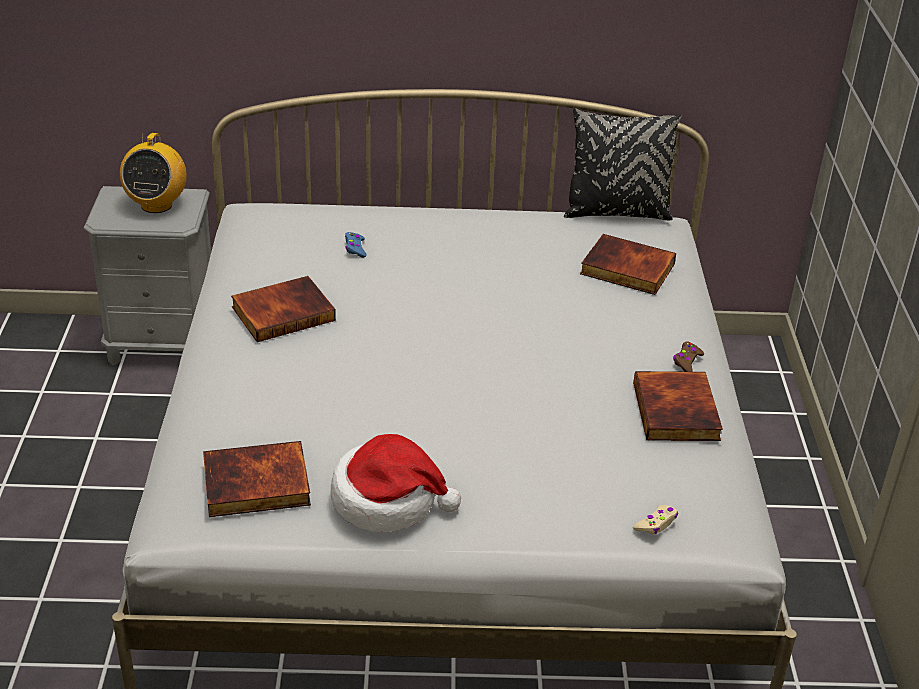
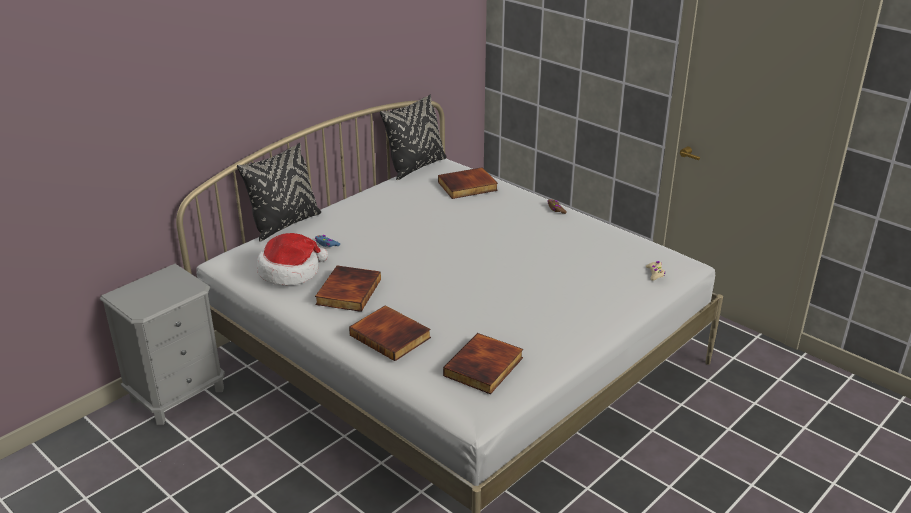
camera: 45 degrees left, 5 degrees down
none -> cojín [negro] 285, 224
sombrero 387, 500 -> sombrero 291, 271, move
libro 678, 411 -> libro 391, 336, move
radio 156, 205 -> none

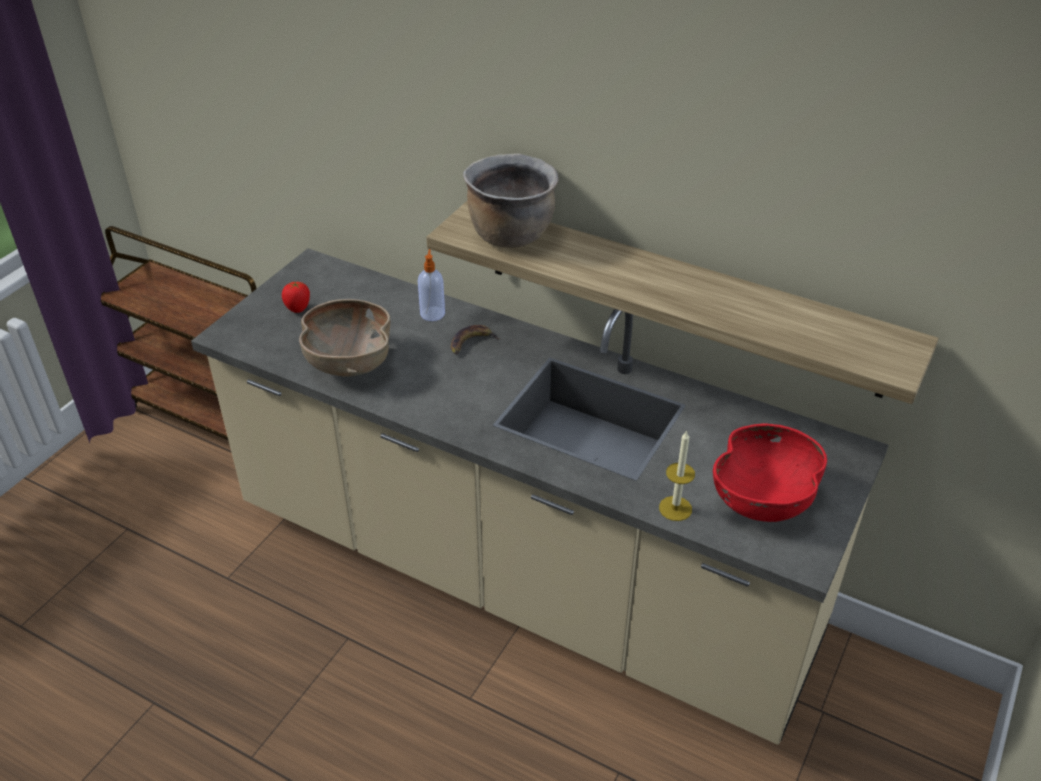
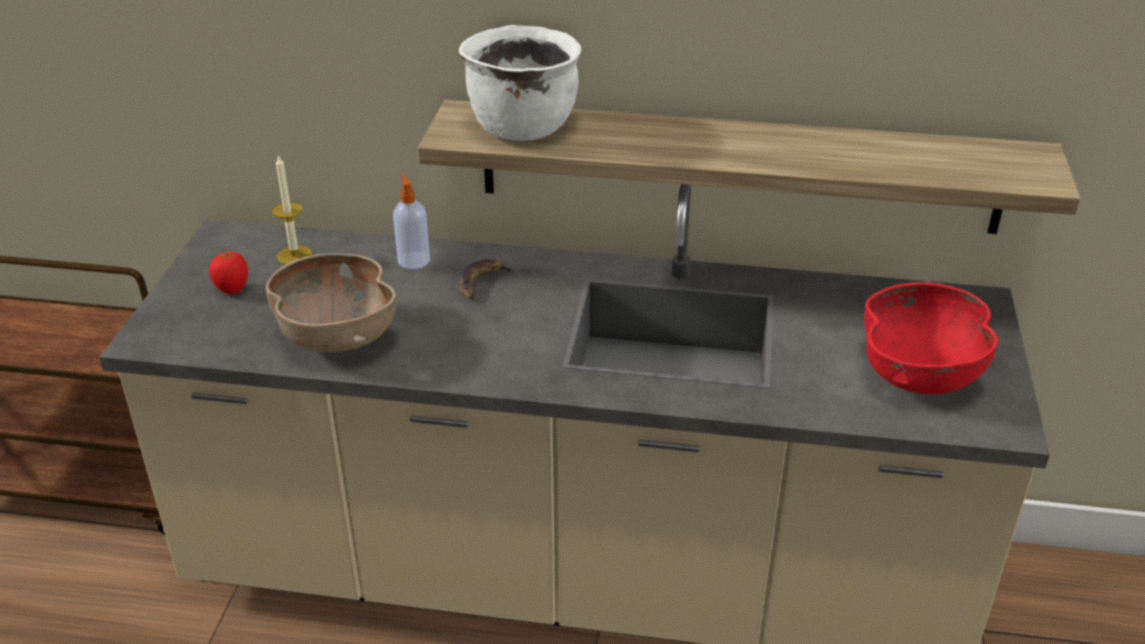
camera: 20 degrees left, 5 degrees down
vela 675, 508 -> vela 294, 255, move
olla [marrón] 510, 234 -> olla [blanco] 522, 127

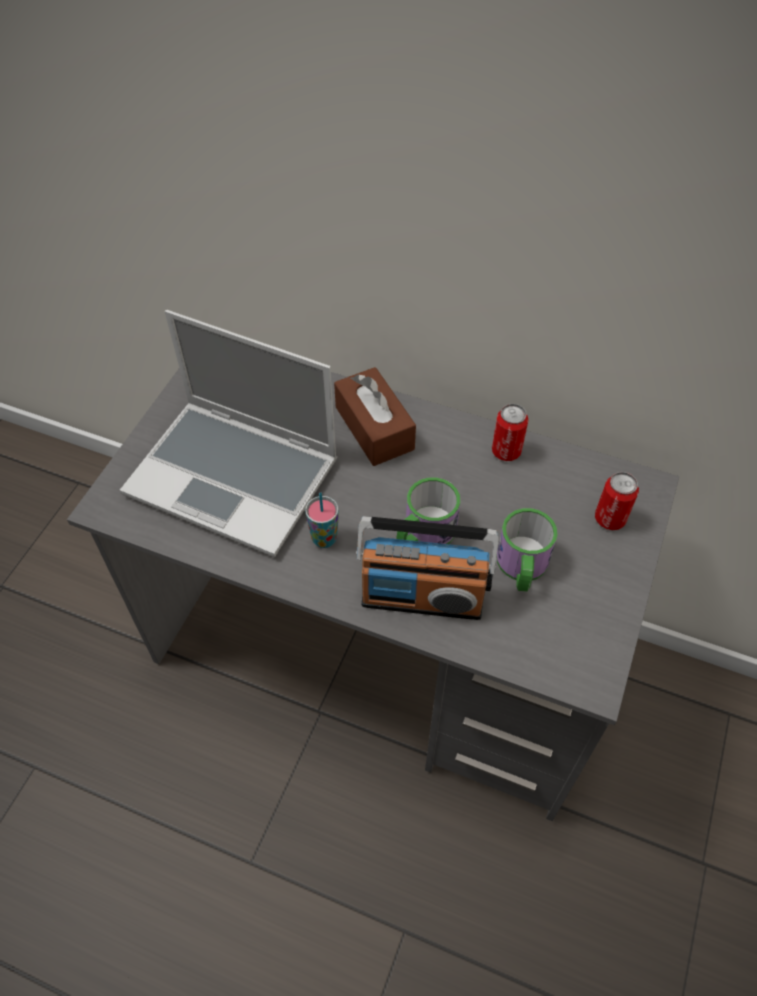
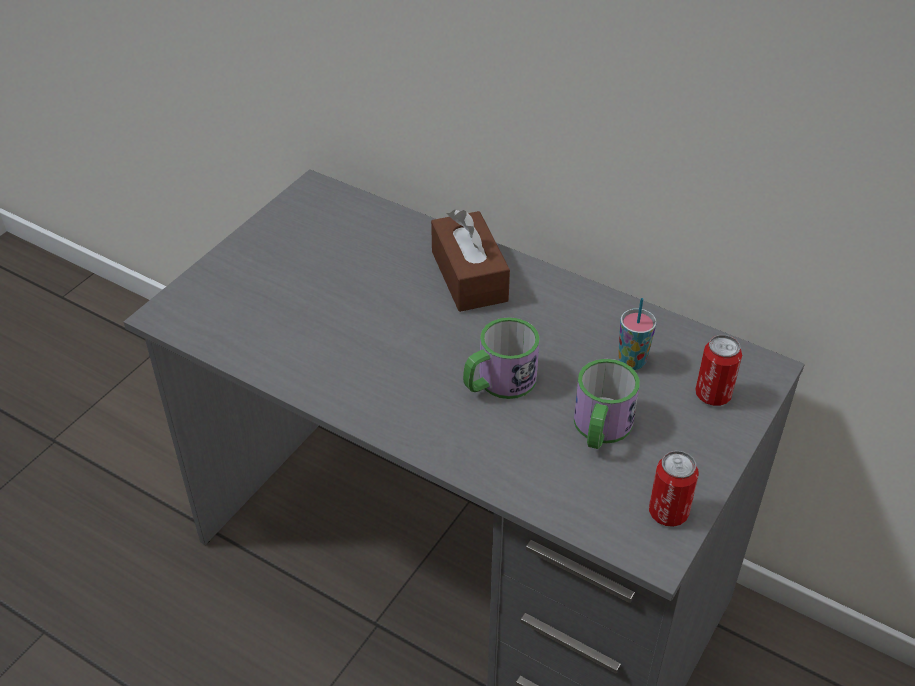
camera: 10 degrees right, 10 degrees down
taza 324, 538 -> taza 632, 361, move
lata 506, 451 -> lata 668, 513, move
portátil 236, 477 -> none
radio 422, 598 -> none

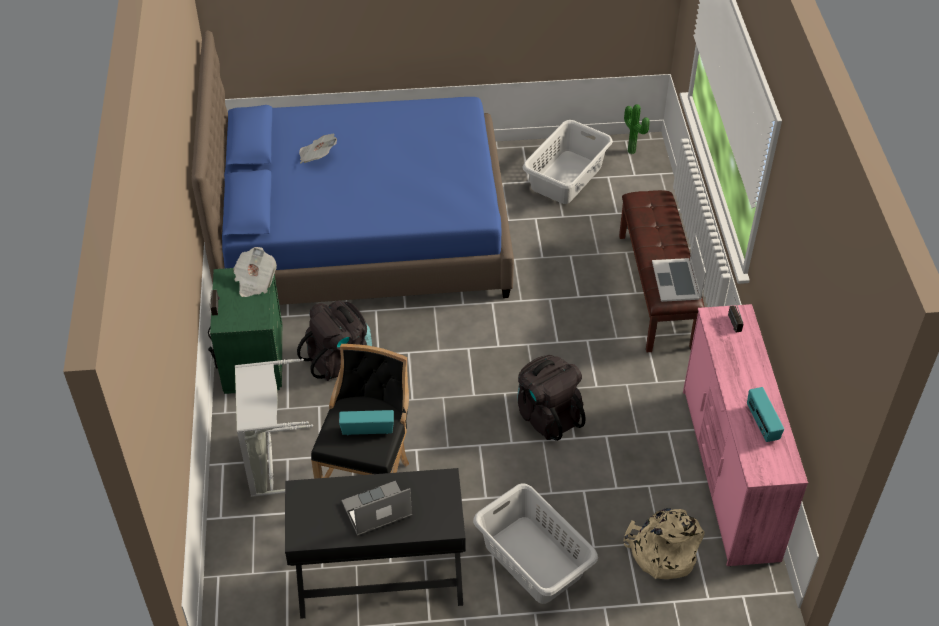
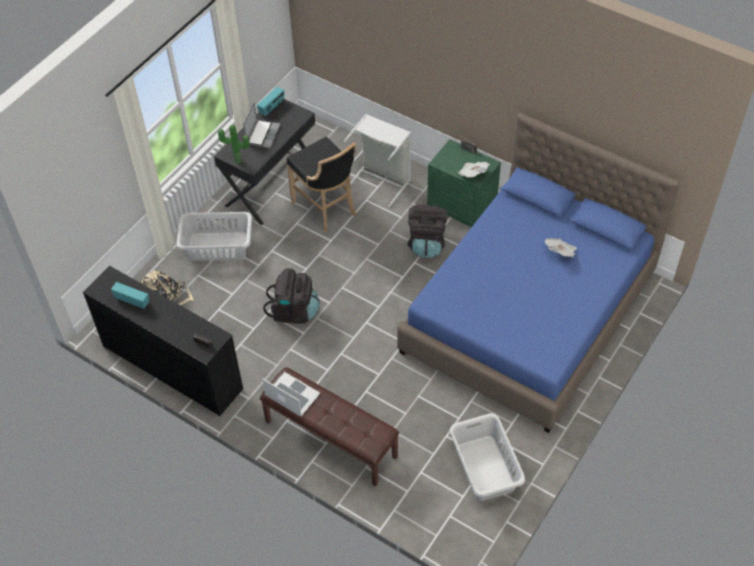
camera: 130 degrees right, 5 degrees up
cómoda [rosa] 728, 473 -> cómoda [negro] 172, 366
planta en maceta 632, 150 -> planta en maceta 237, 162, move
radio 367, 430 -> radio 272, 107, move

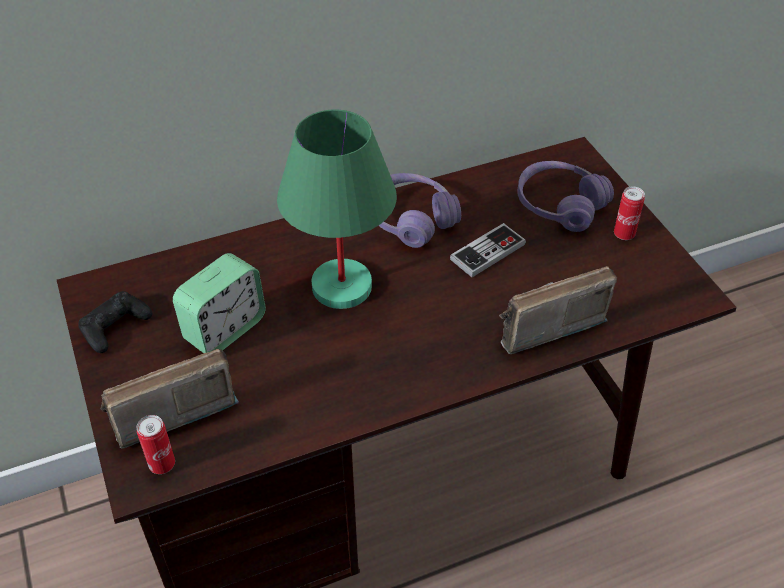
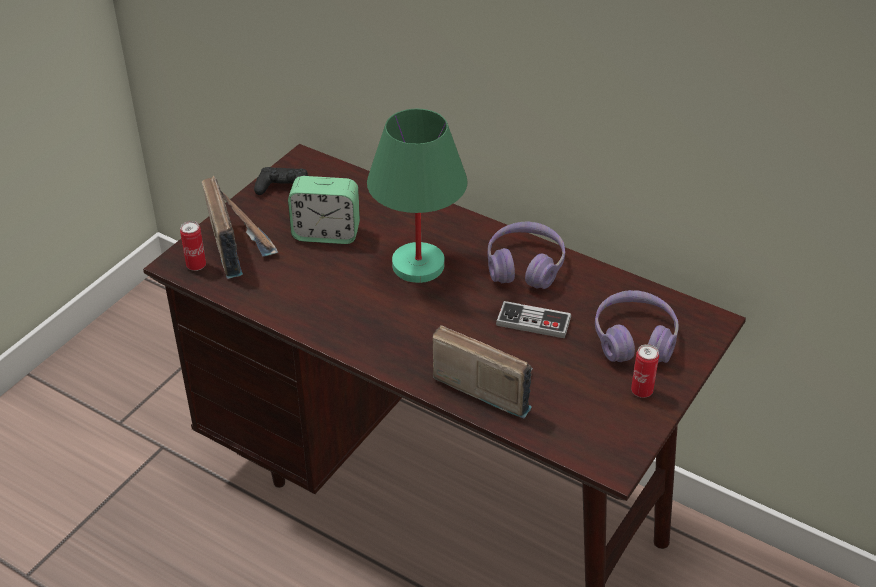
camera: 55 degrees right, 5 degrees down
radio 168, 410 -> radio 239, 245, 45 degrees clockwise

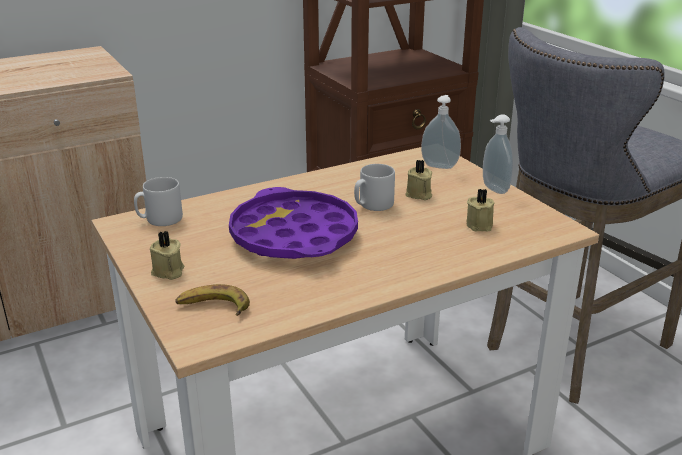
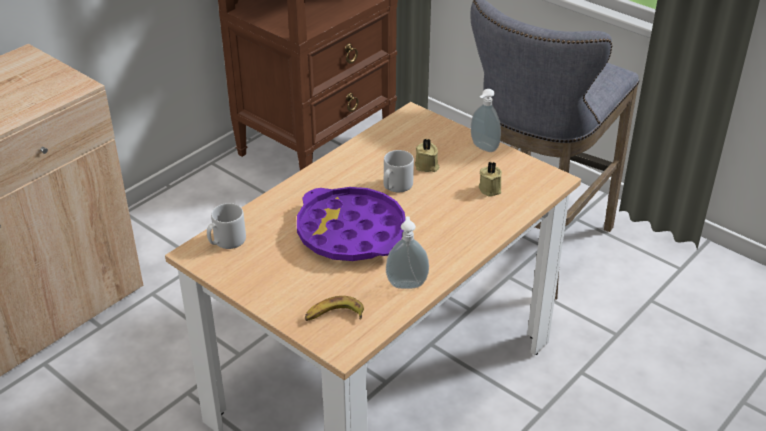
camera: 20 degrees left, 10 degrees up
dispensador de jabón 440, 165 -> dispensador de jabón 406, 283, move
vela [beis] 168, 272 -> none

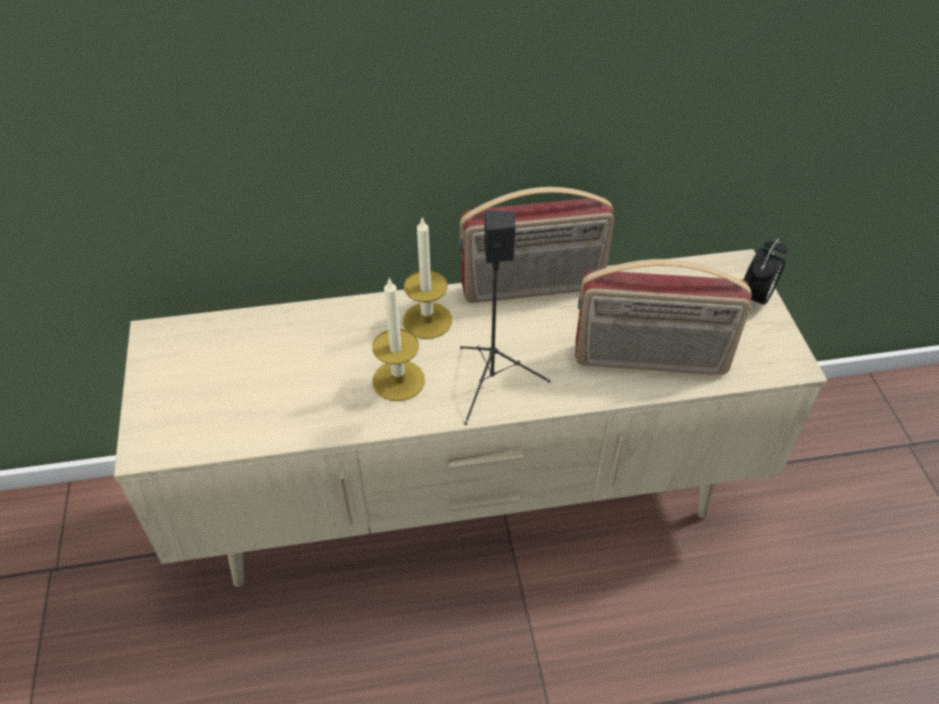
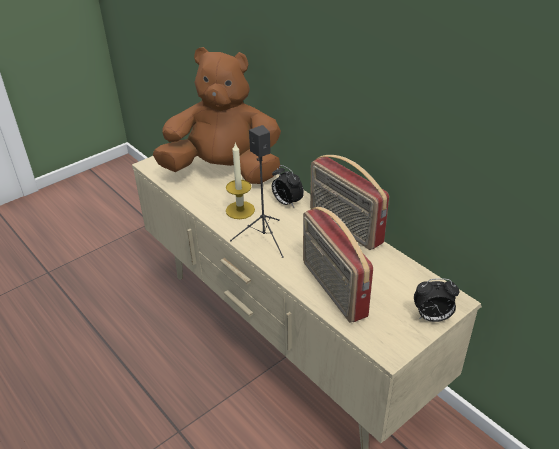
camera: 60 degrees right, 10 degrees down
none -> peluche [marrón] 224, 171
vela 427, 320 -> despertador 286, 203

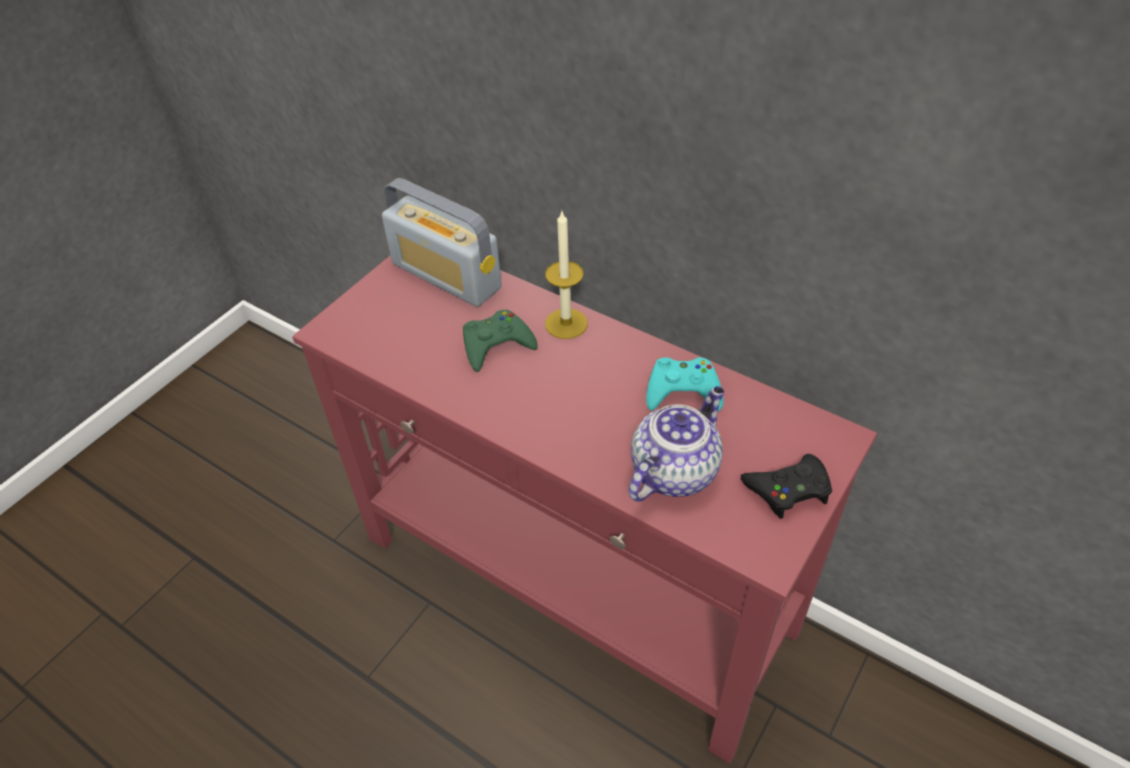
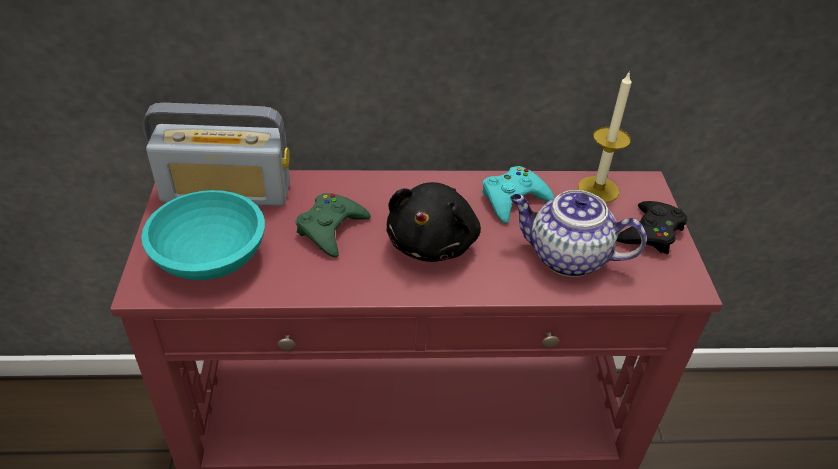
camera: 40 degrees left, 5 degrees down
none -> cuenco [turquesa] 208, 258
none -> peluche [negro] 433, 242
tetera 674, 470 -> tetera 566, 257, 75 degrees counterclockwise
vela 566, 323 -> vela 598, 189, move

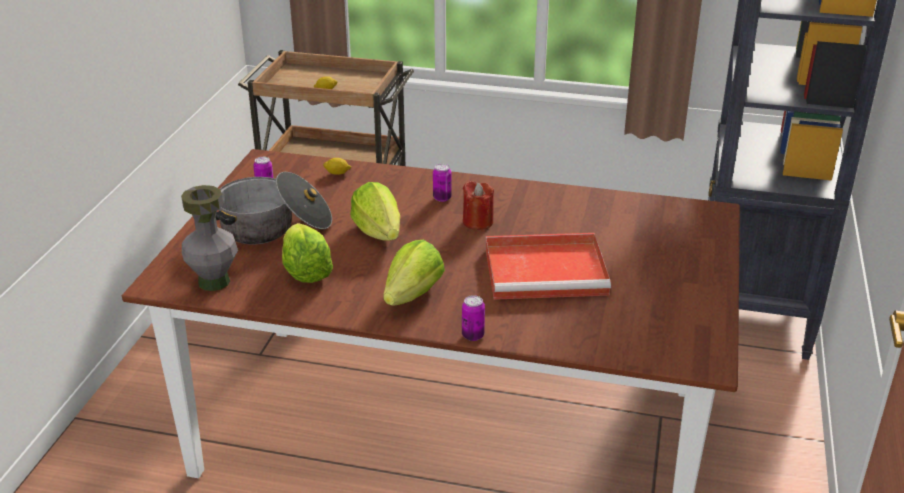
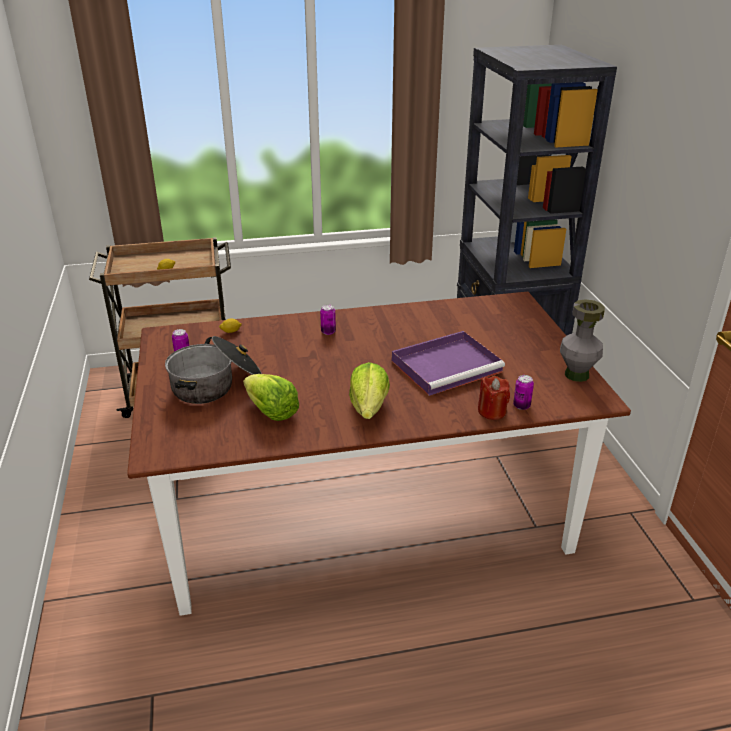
camera: 25 degrees left, 0 degrees up
bandeja [rojo] 548, 270 -> bandeja [morado] 448, 365
vela [rojo] 478, 222 -> vela [rojo] 492, 411, move
lata 473, 336 -> lata 521, 406, move
florero [gris] 214, 282 -> florero [gris] 577, 375, move
lechuga 379, 232 -> none

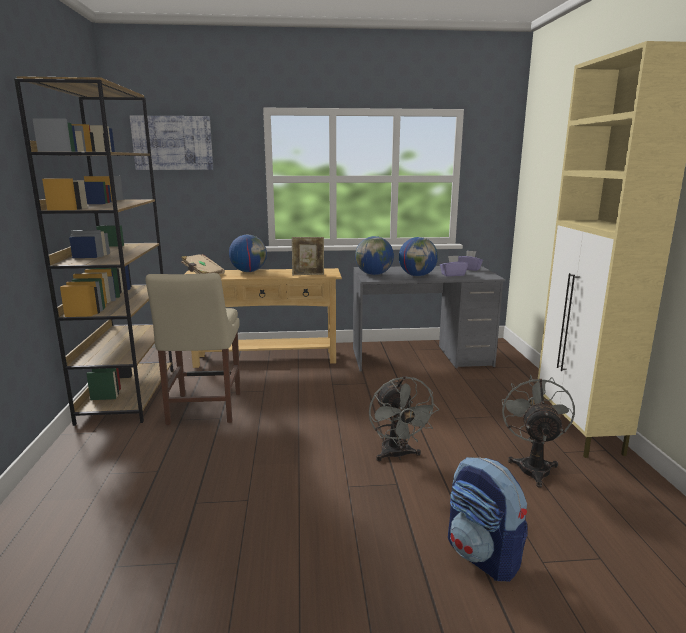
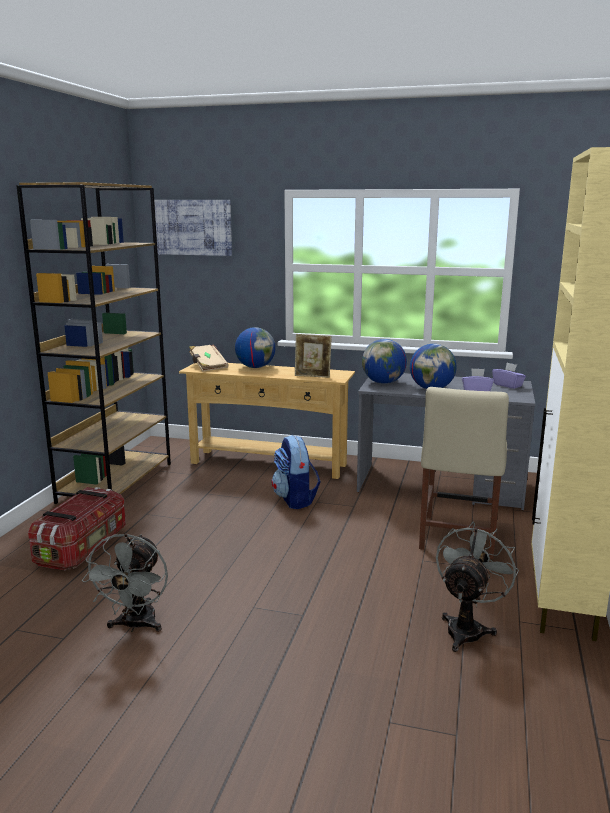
camera: 20 degrees right, 0 degrees up
none -> caja de almacenaje 83, 547
ventilador [gris] 397, 455 -> ventilador [gris] 135, 626, move
mochila 483, 556 -> mochila 295, 500, move
silla [beis] 203, 410 -> silla [beis] 457, 538, move

